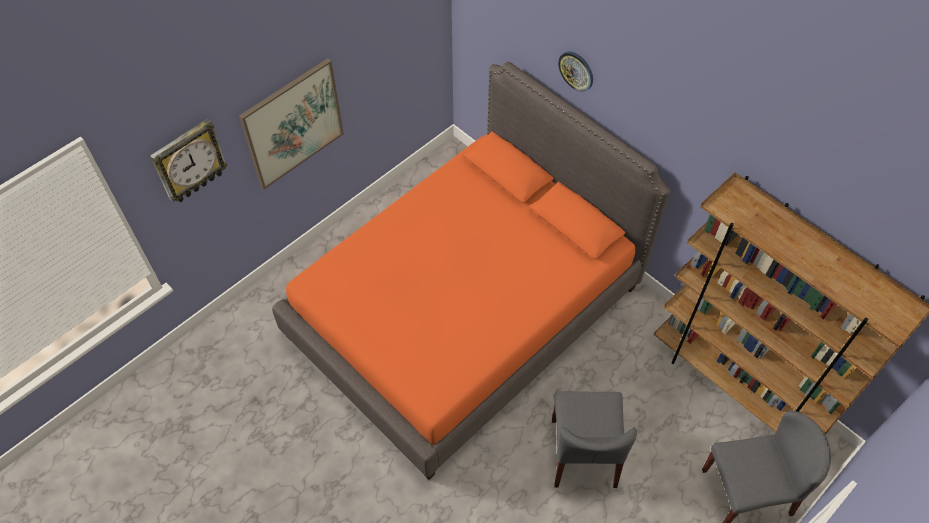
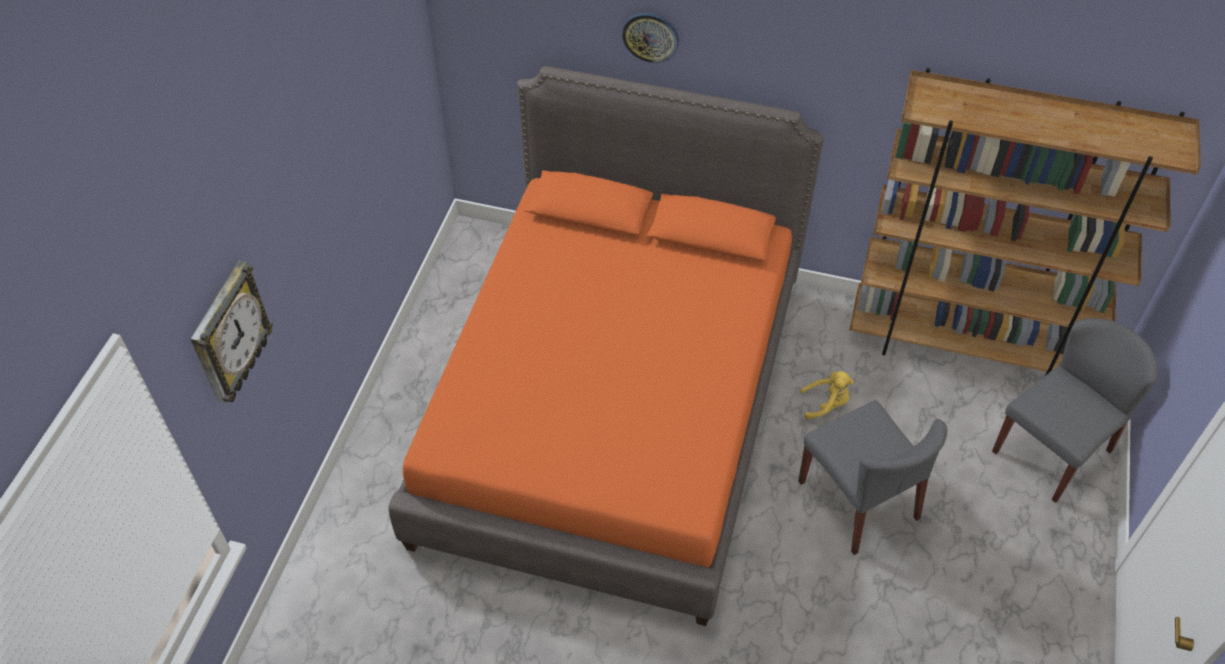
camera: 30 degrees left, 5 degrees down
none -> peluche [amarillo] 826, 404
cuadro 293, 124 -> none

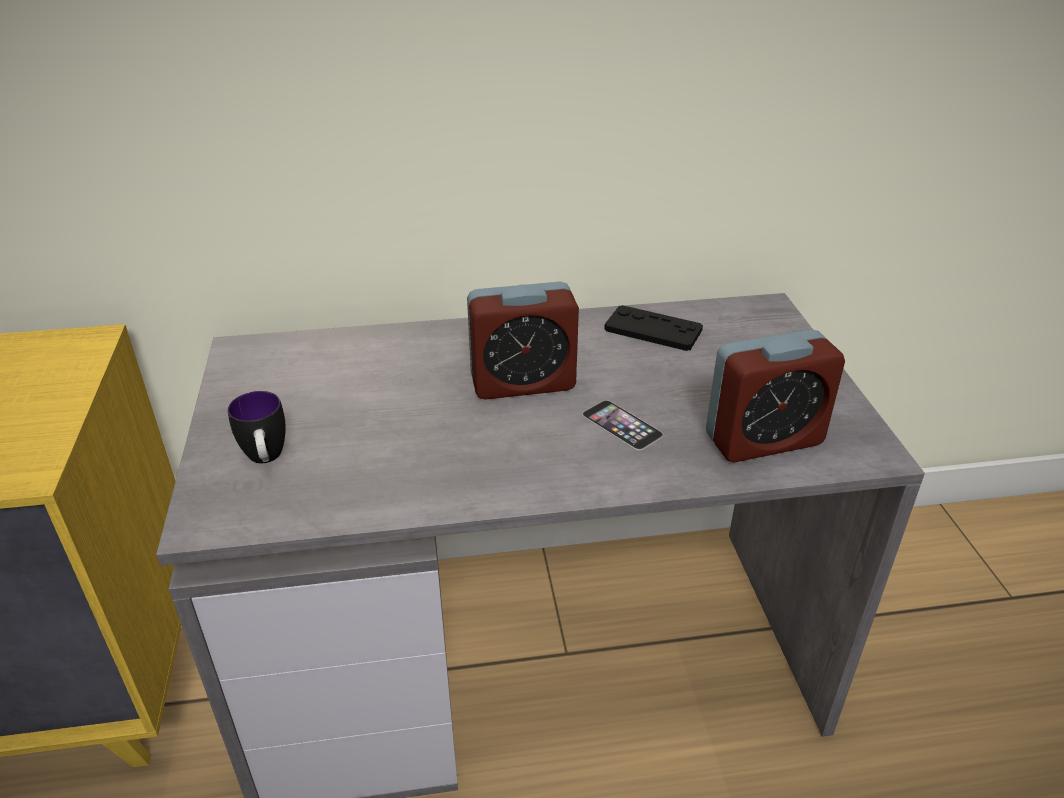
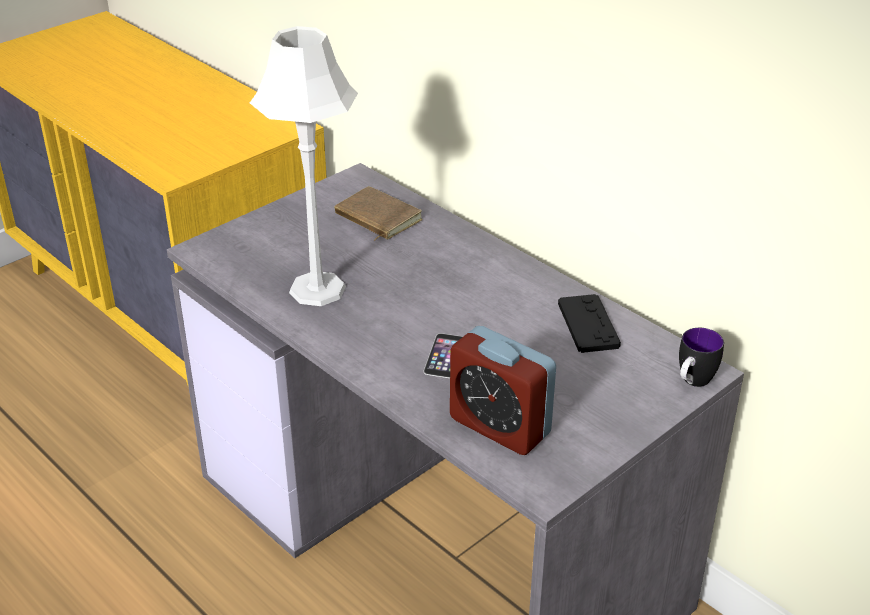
camera: 55 degrees right, 0 degrees up
none -> lámpara de mesa [gris] 317, 289
none -> libro [marrón] 376, 218
taza grande 266, 460 -> taza grande 692, 383, move
despertador 522, 383 -> none

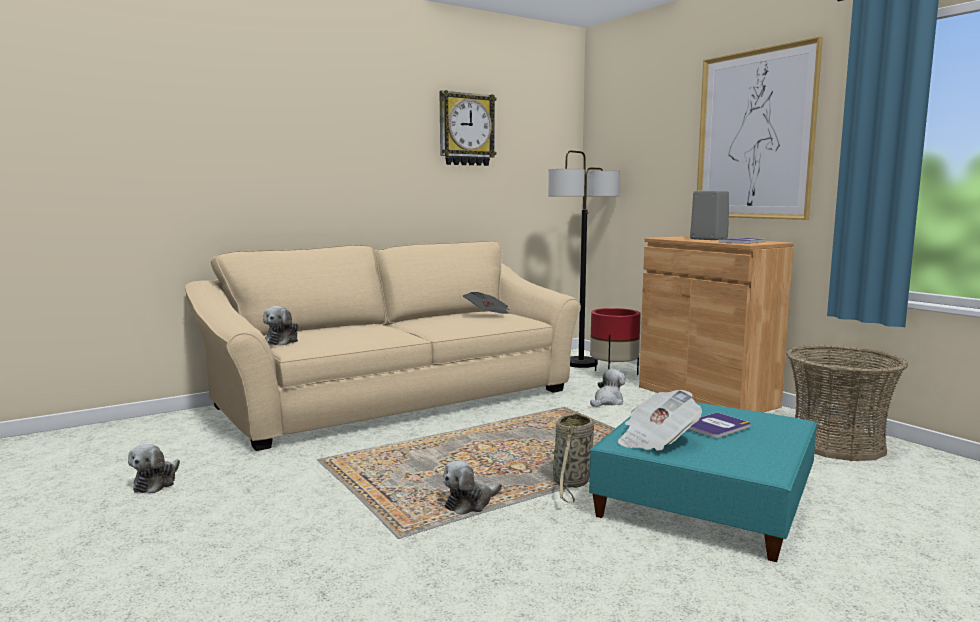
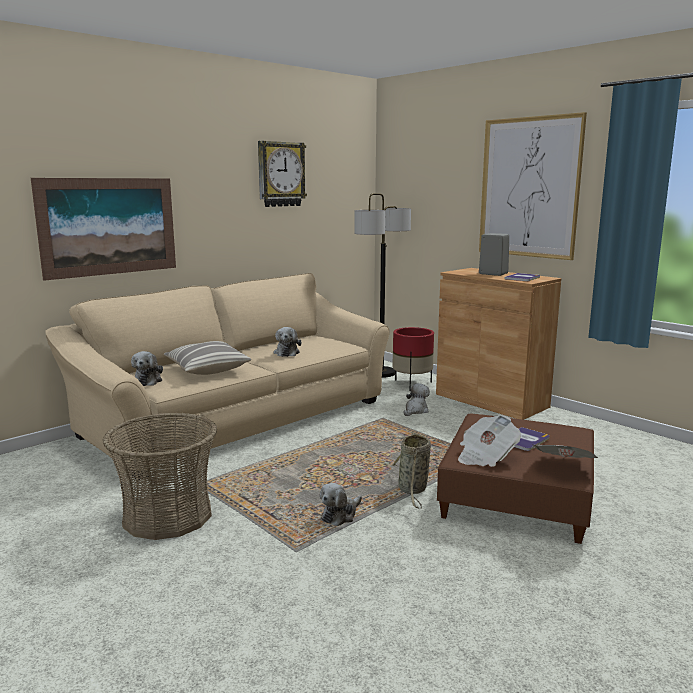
camera: 10 degrees left, 5 degrees up
none -> cuadro 109, 226
cesta 837, 444 -> cesta 168, 516, move
none -> cojín 207, 369
peluche 156, 483 -> peluche 287, 352, move
puf [turquesa] 705, 499 -> puf [marrón] 517, 495
periódico 488, 316 -> periódico 563, 467, move

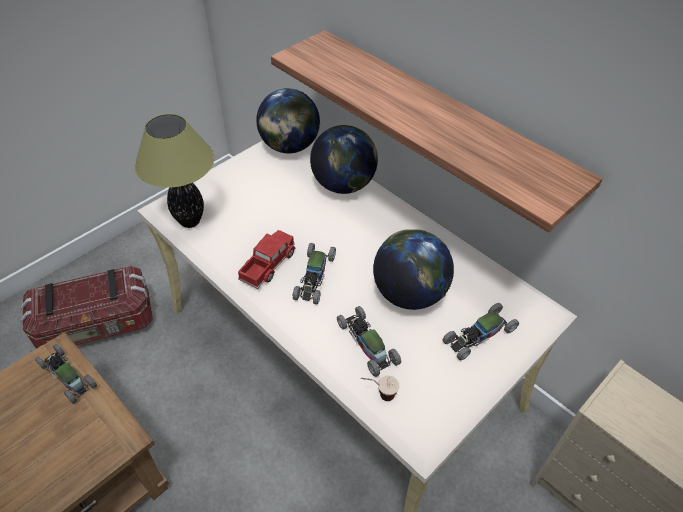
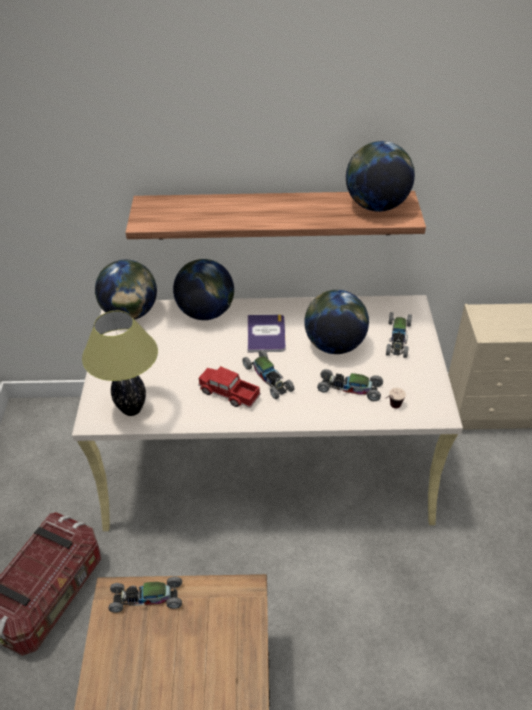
camera: 45 degrees left, 5 degrees down
camión de juguete 268, 265 -> camión de juguete 229, 393, 45 degrees counterclockwise
none -> libro 266, 334
none -> globo terráqueo 376, 206

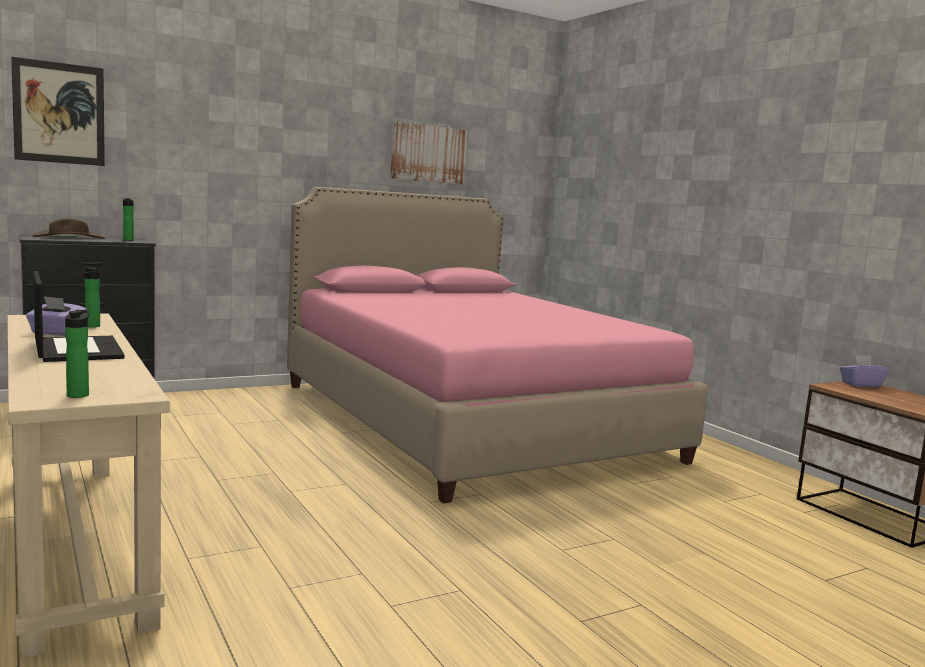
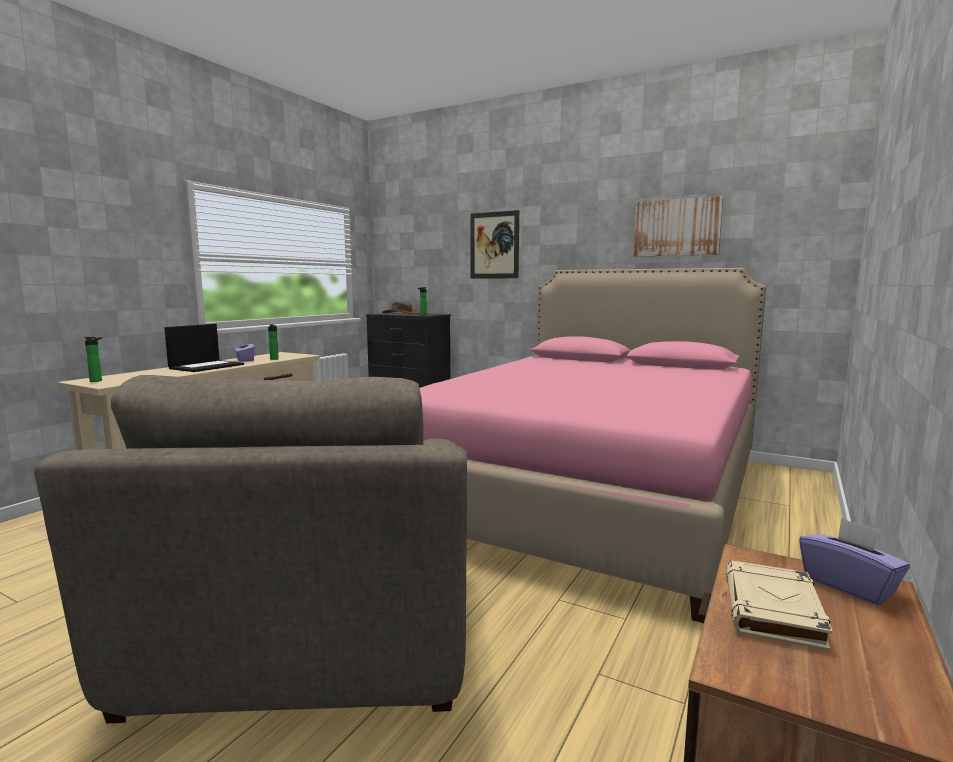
camera: 60 degrees right, 0 degrees up
none -> sillón [gris] 312, 637
cuadro 59, 113 -> cuadro 494, 245, move
none -> libro [beis] 773, 611

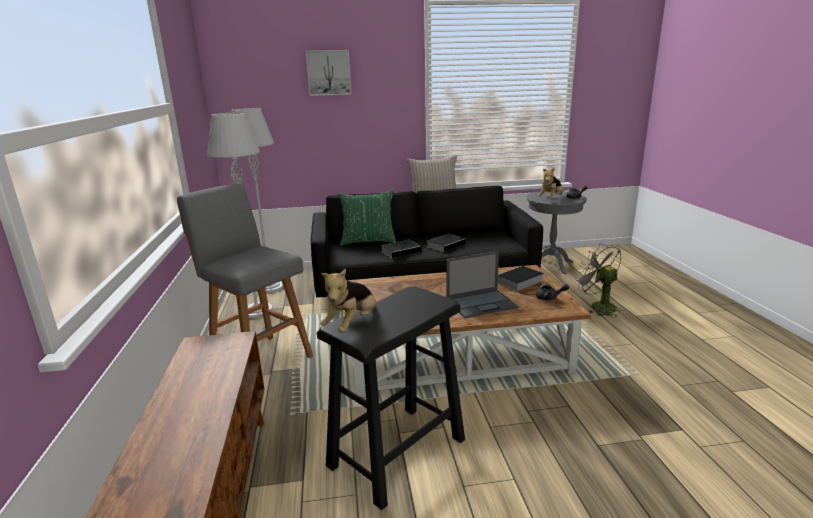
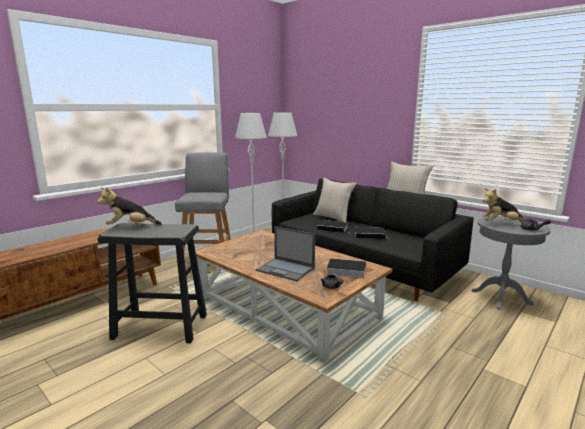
camera: 50 degrees right, 5 degrees down
cojín [verde] 368, 241 -> cojín [beis] 333, 218
cuadro 329, 73 -> none
ventilador [gris] 598, 306 -> none

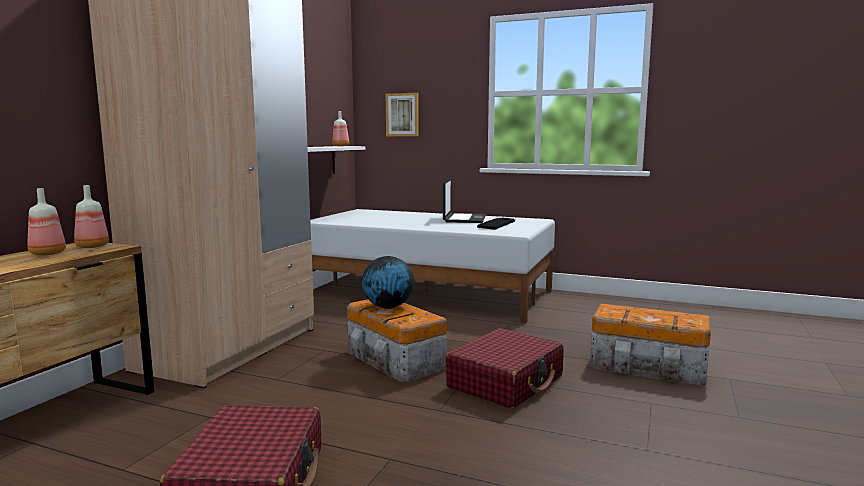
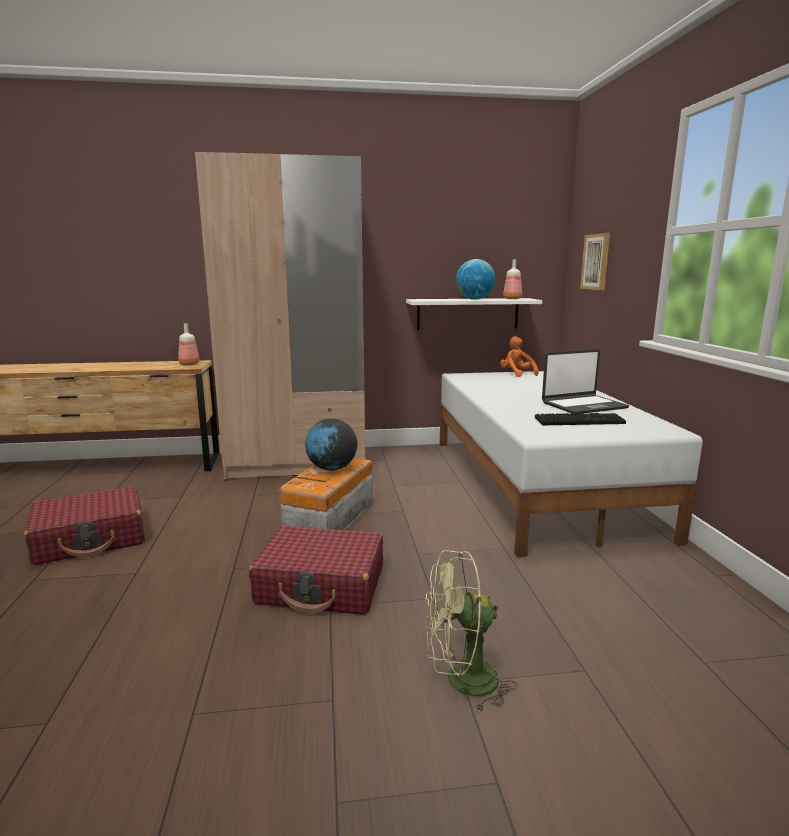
camera: 60 degrees right, 5 degrees up
caja de almacenaje 649, 367 -> ventilador [verde] 461, 681
none -> globo terráqueo 474, 299
none -> peluche [naranja] 516, 374
botella 46, 253 -> none

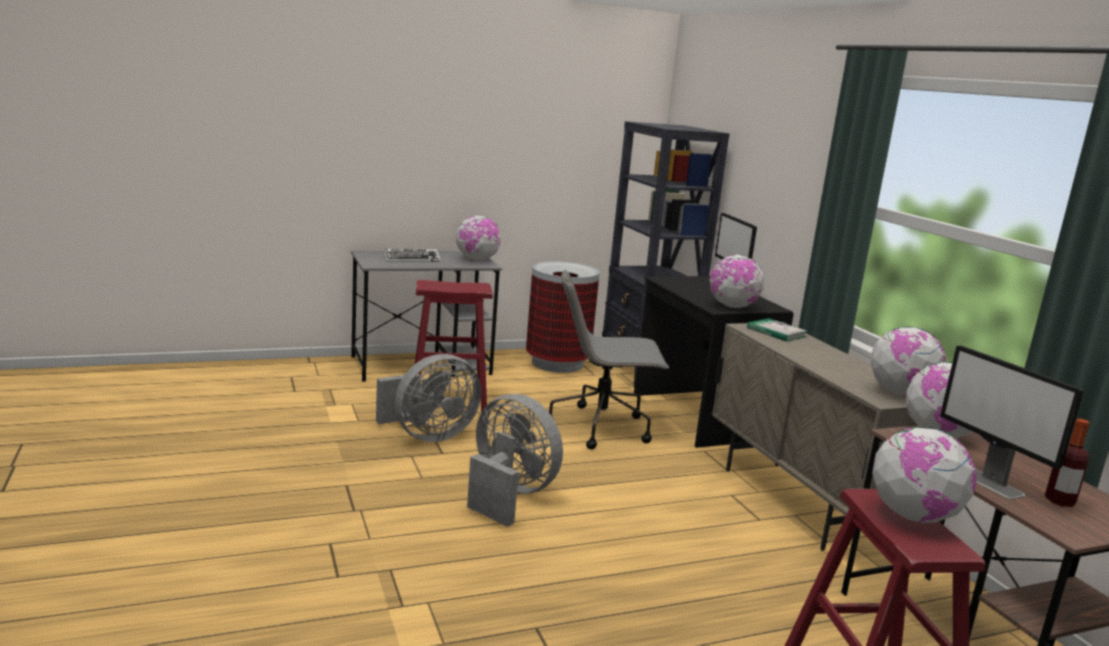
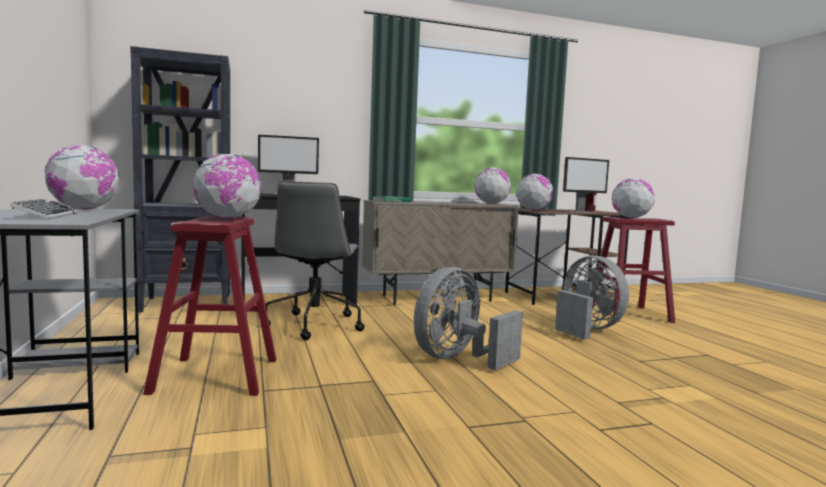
camera: 85 degrees left, 10 degrees down
globo terráqueo 732, 307 -> globo terráqueo 228, 218, move
ventilador [gris] 428, 435 -> ventilador [gris] 587, 329, move
papelera 557, 363 -> none

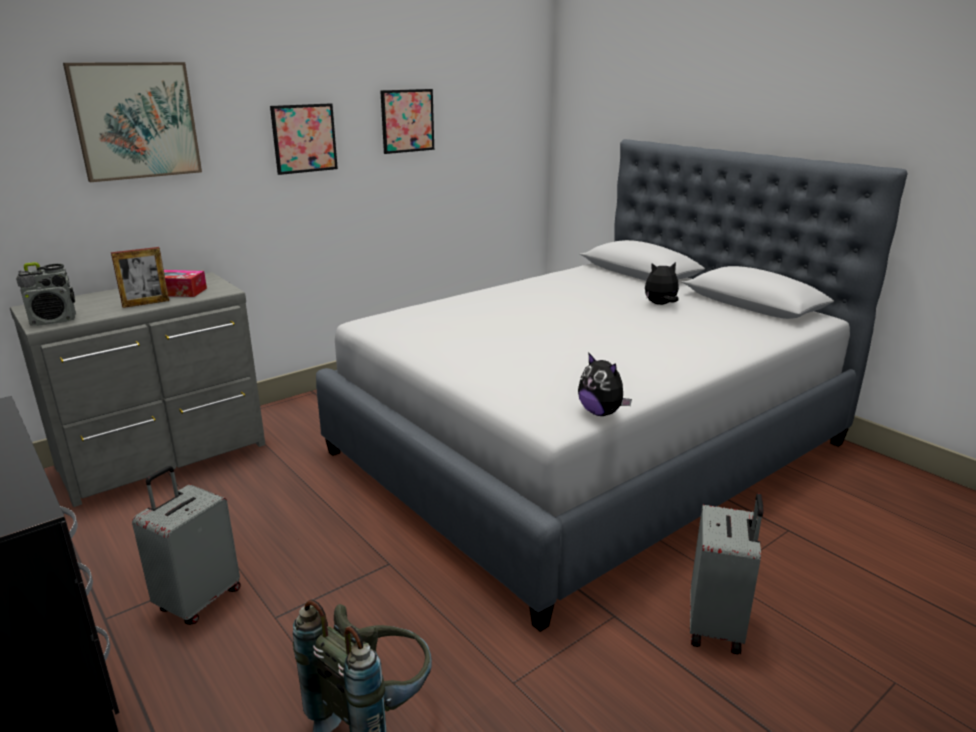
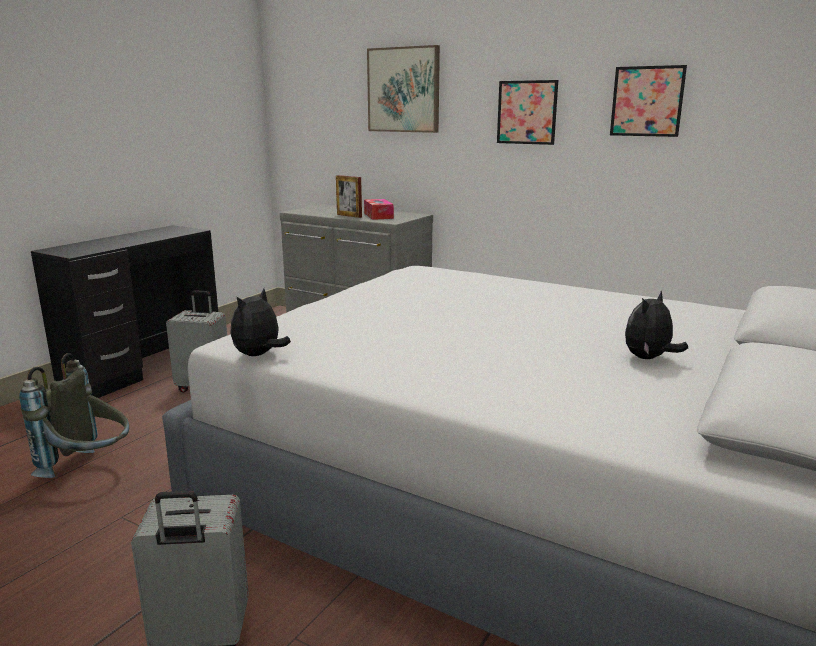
camera: 70 degrees right, 5 degrees down
peluche 660, 304 -> peluche 649, 358, 105 degrees counterclockwise
radio 54, 320 -> none

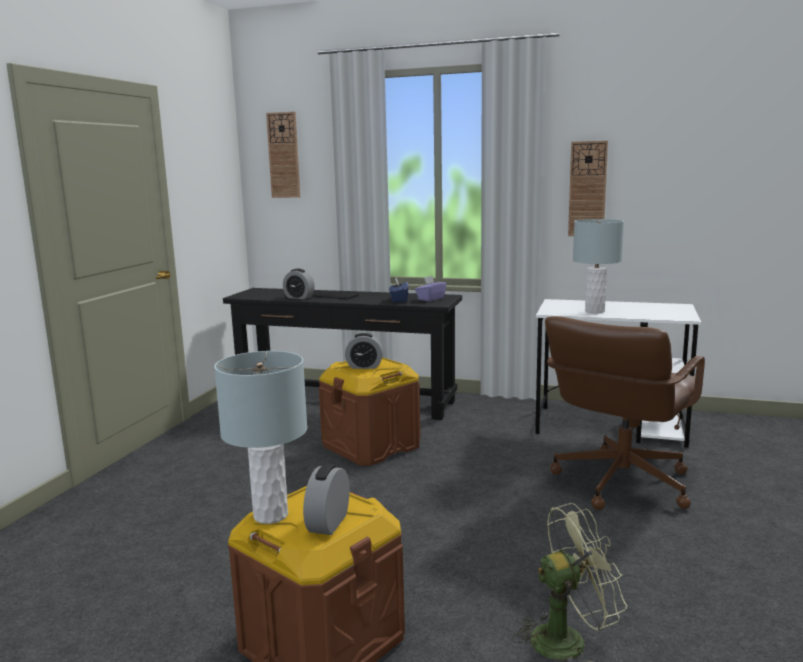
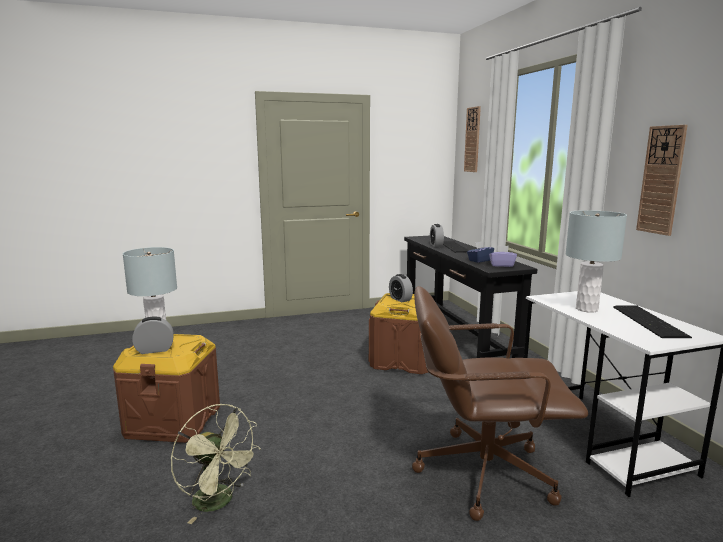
camera: 55 degrees right, 0 degrees up
none -> teclado 649, 321

